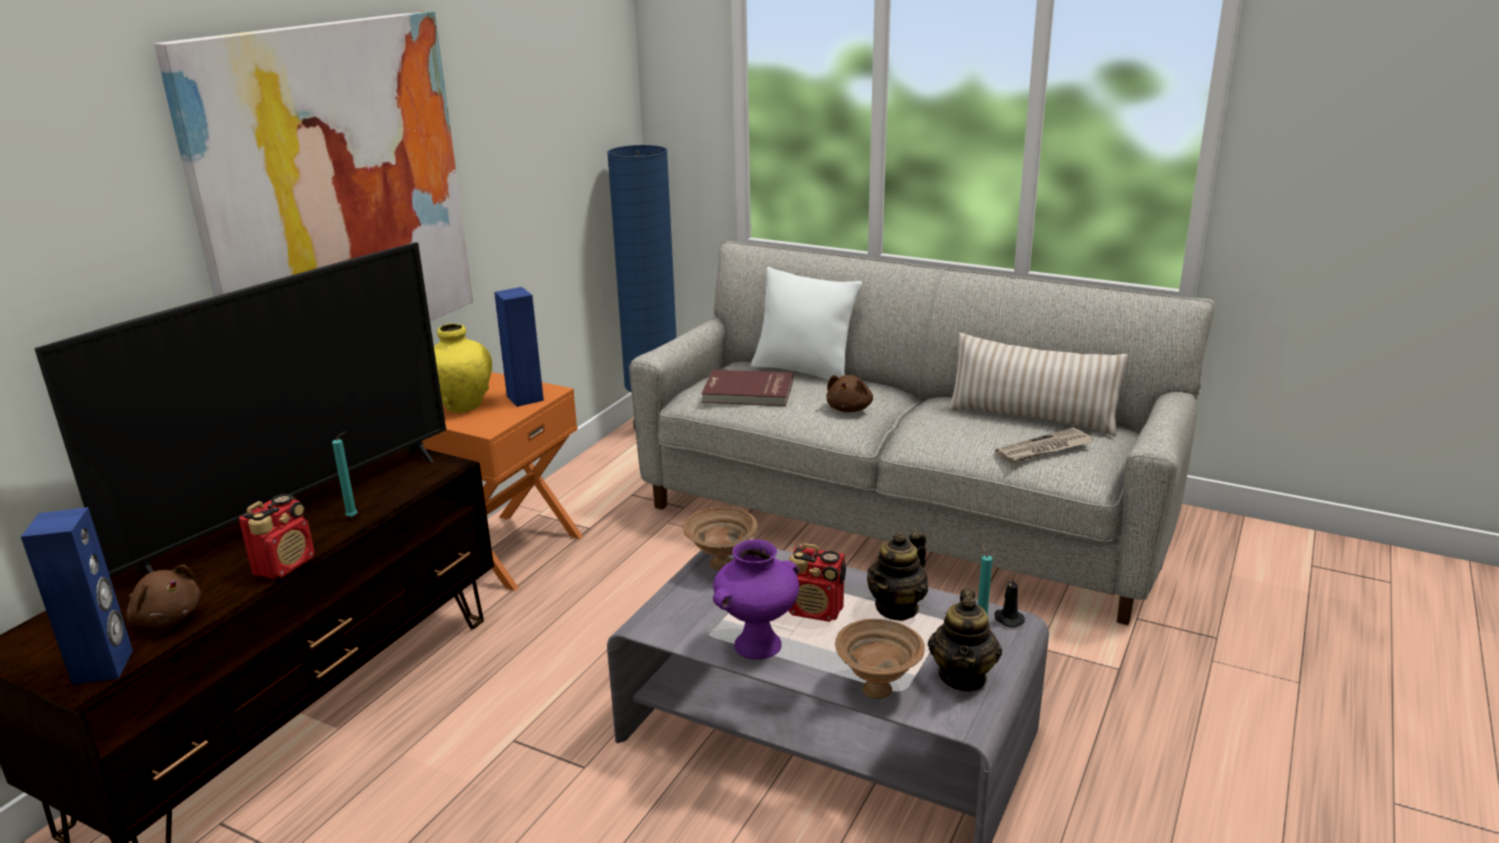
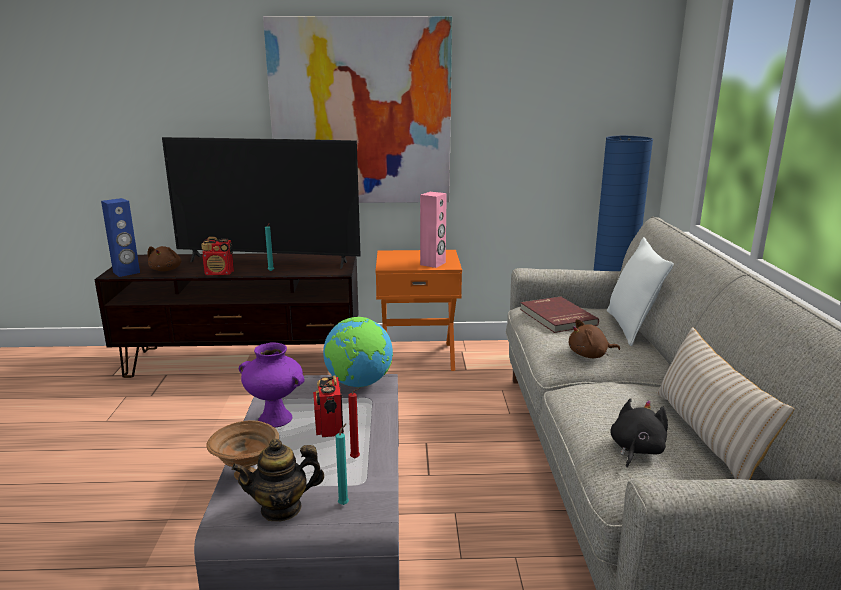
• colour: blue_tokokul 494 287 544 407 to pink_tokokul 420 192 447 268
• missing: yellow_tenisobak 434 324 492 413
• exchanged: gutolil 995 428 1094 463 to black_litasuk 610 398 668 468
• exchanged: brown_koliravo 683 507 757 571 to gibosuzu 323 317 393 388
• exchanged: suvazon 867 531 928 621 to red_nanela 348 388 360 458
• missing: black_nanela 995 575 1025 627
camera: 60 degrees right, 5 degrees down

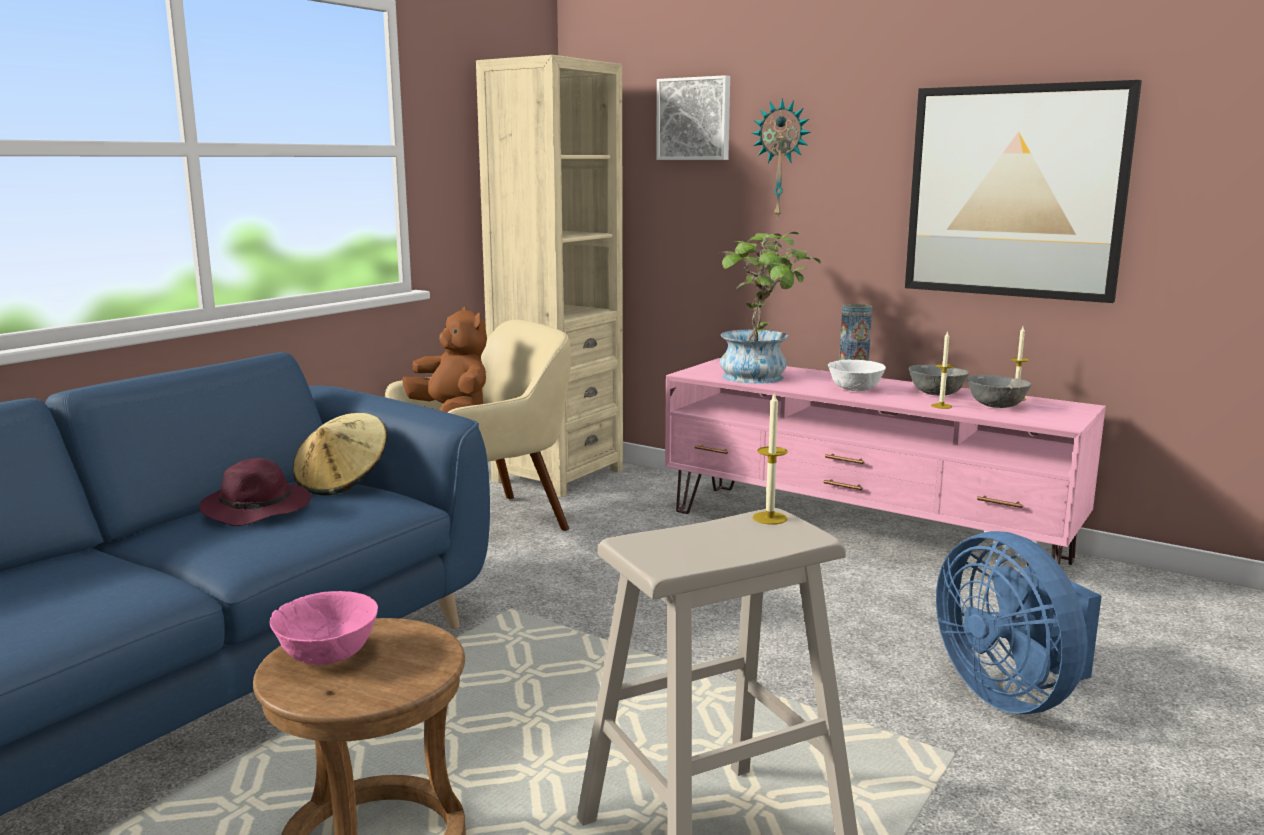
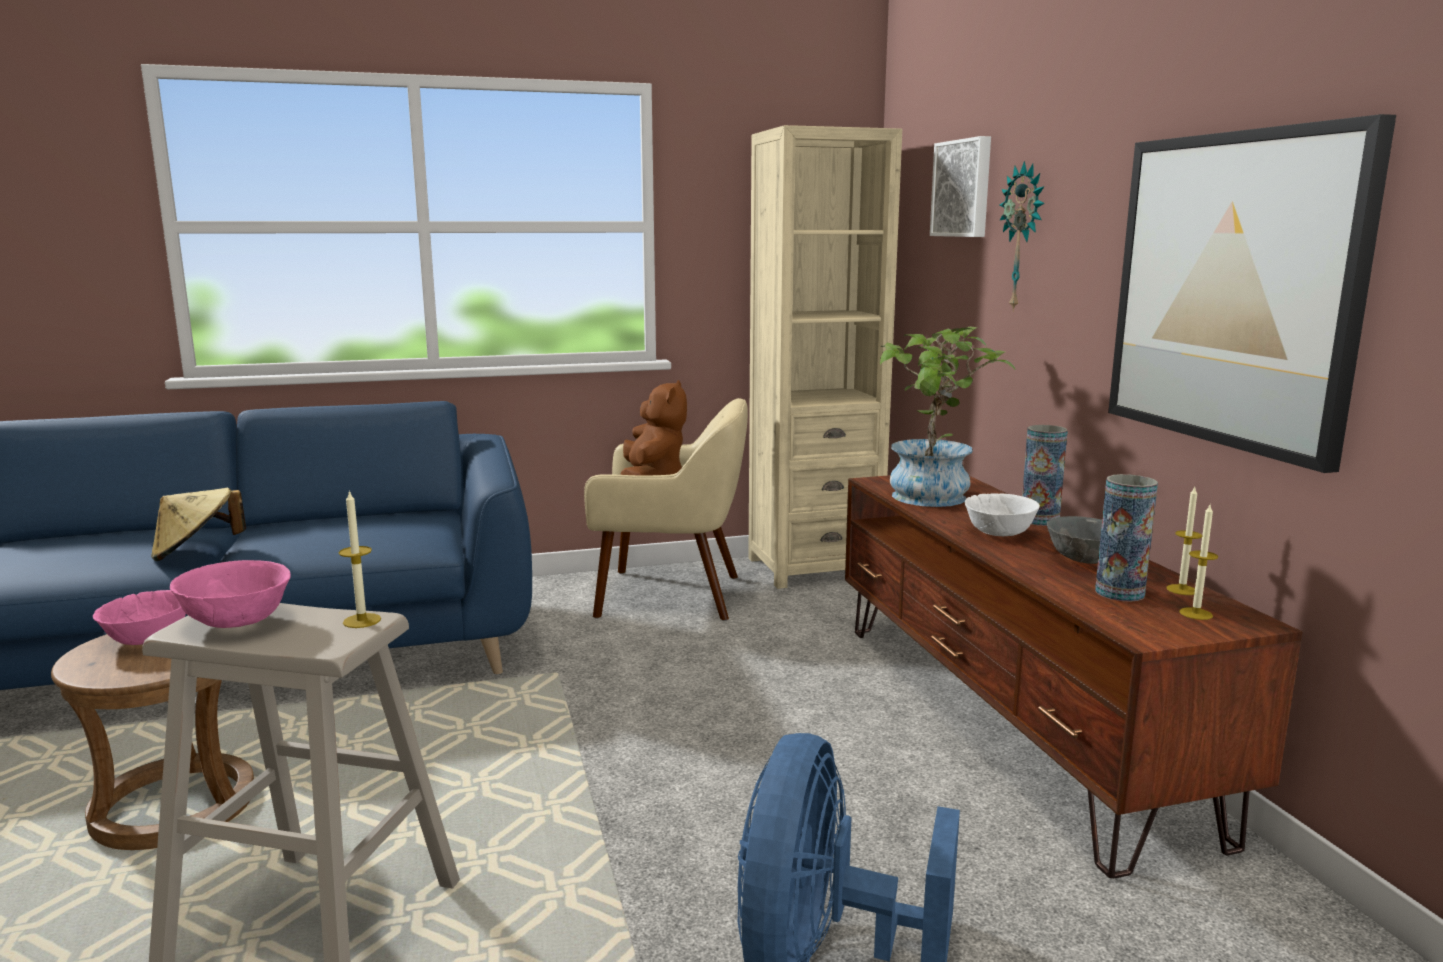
• relocated: nanela 931 331 954 409 to 1179 503 1218 620
• colour: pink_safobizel 665 358 1106 566 to brown_safobizel 845 475 1302 878
• exchanged: grey_koliravo 967 375 1032 408 to tenisobak 1095 474 1158 602
• relocated: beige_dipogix 293 413 387 495 to 151 488 246 561
• missing: purple_dipogix 199 458 311 526
• appeared: pink_koliravo 170 560 291 628
camera: 40 degrees right, 0 degrees up

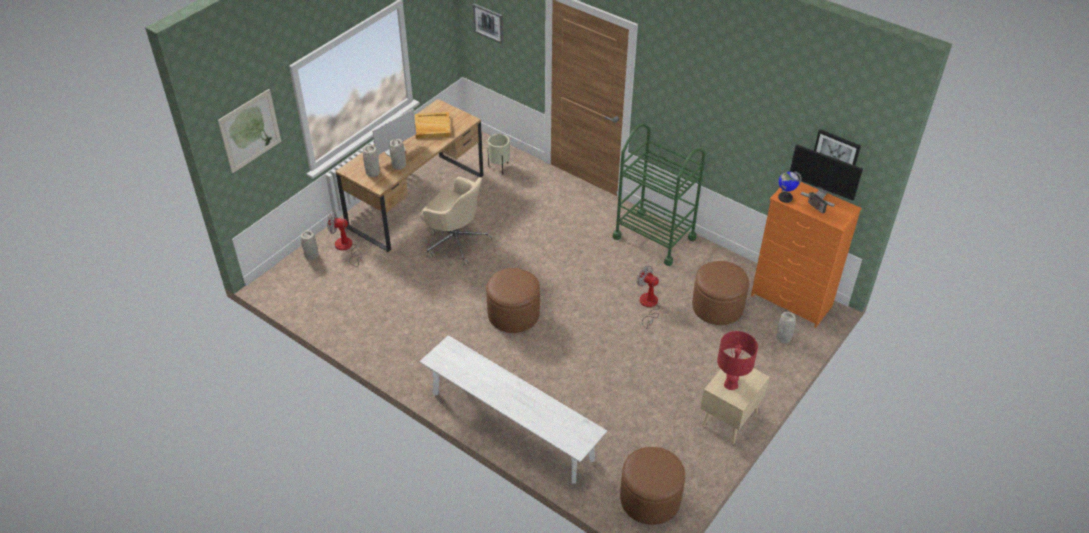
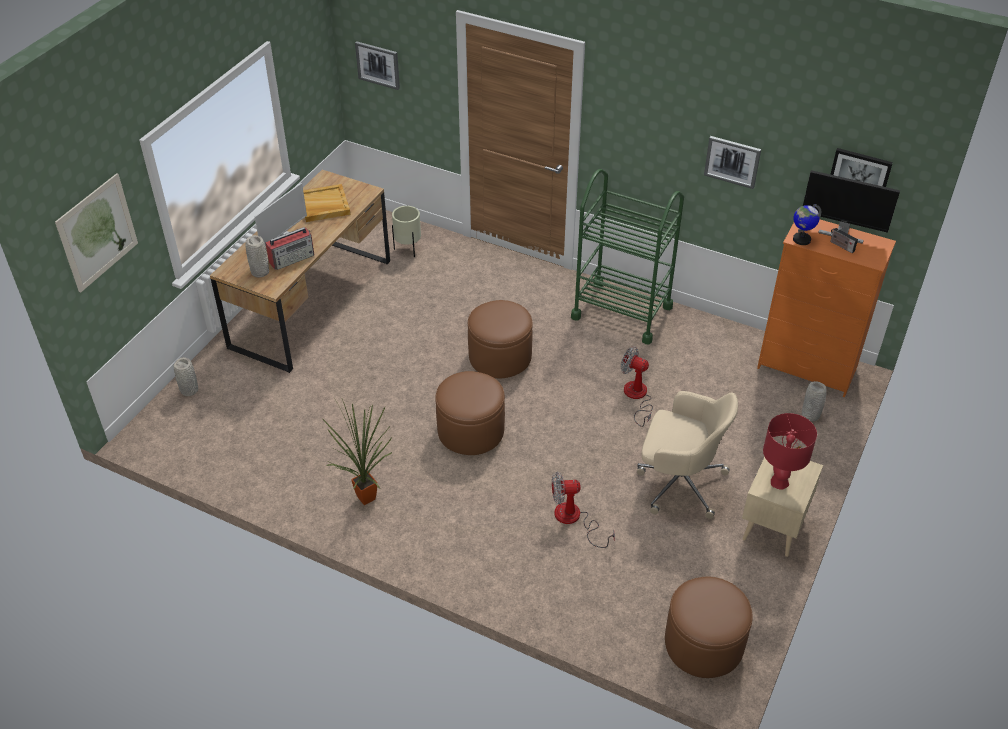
• exchanged: grey_tenisobak 389 139 406 170 to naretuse 265 227 314 270
• relocated: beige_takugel 420 177 493 266 to 637 391 738 519
• relocated: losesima 327 212 362 267 to 552 472 615 548
• relocated: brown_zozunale 692 261 749 325 to 468 300 533 378
• missing: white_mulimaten 420 335 607 484
• appeared: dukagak 704 136 761 189
• appeared: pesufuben 322 398 393 505
camera: 10 degrees left, 0 degrees up

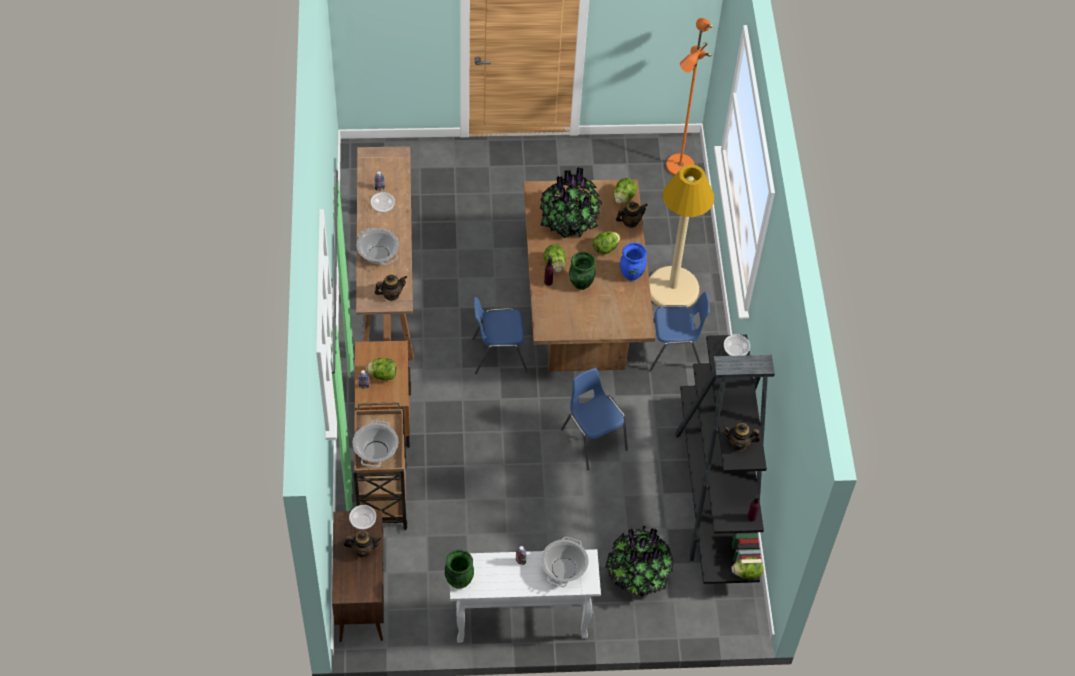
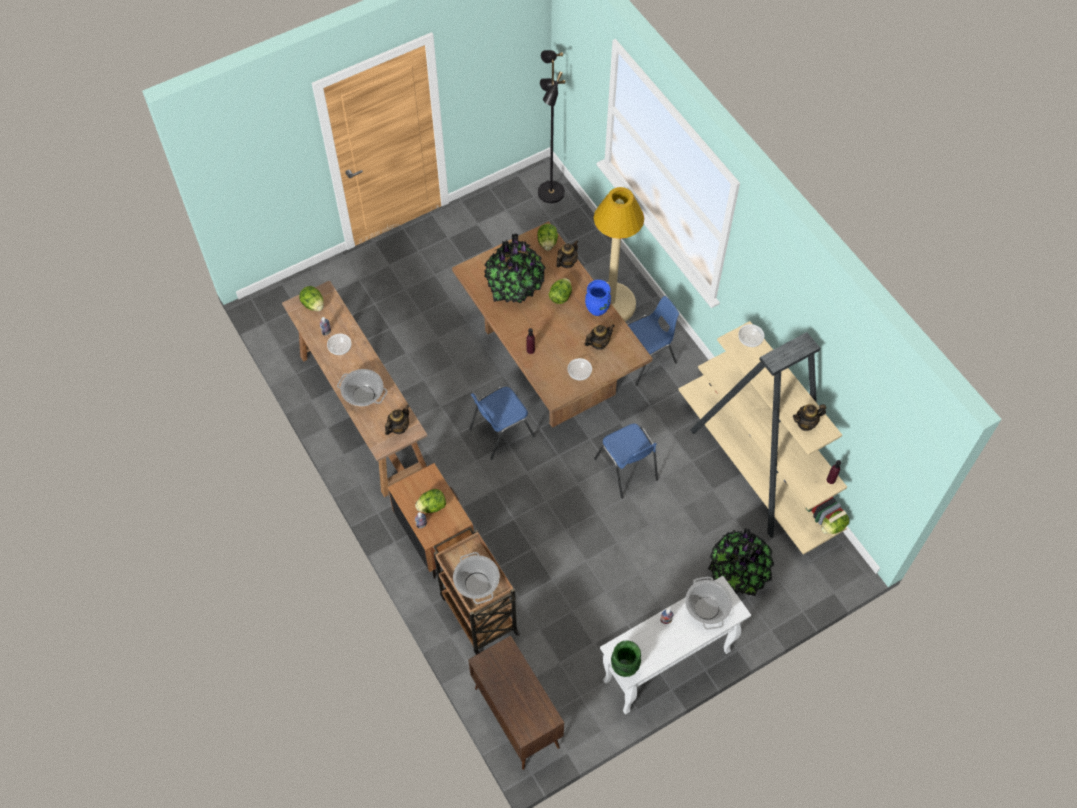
• colour: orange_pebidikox 666 18 713 176 to black_pebidikox 538 50 566 203
• relocated: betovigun 544 244 566 272 to 299 286 324 311
• missing: green_tenisobak 569 252 596 290
• colour: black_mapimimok 676 335 775 584 to beige_mapimimok 678 321 847 555
• spun: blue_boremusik 561 368 628 470 = 594 423 658 499 150 degrees counterclockwise
• relocated: koliravo 349 505 376 530 to 568 358 592 380
• relocated: suvazon 343 531 381 558 to 584 324 615 350
camera: 25 degrees left, 5 degrees up

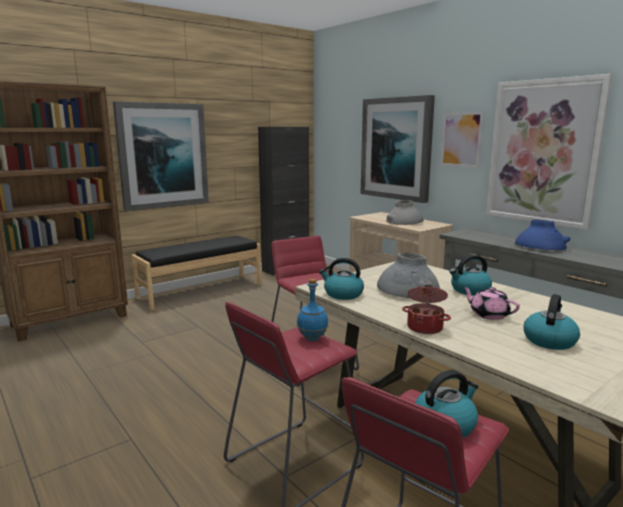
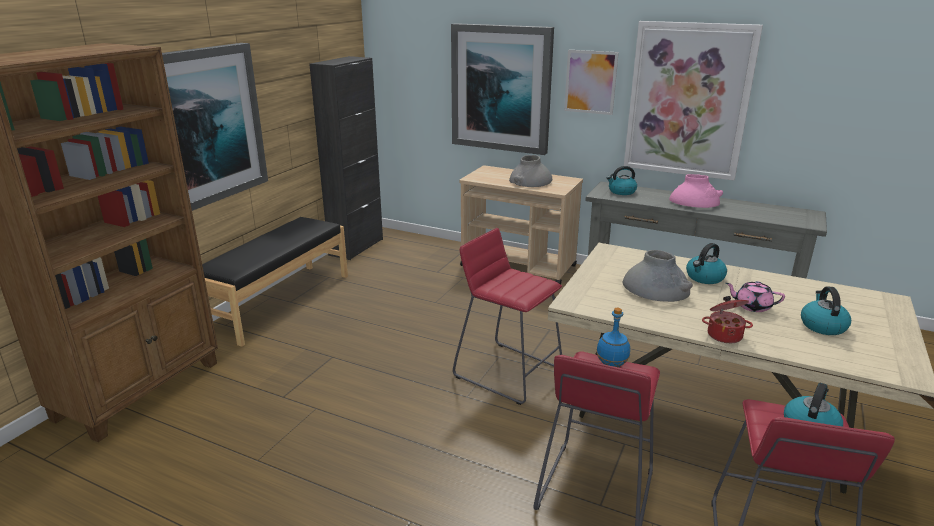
• colour: blue_tenisobak 515 220 570 250 to pink_tenisobak 669 174 723 208
• relocated: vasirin 319 258 364 300 to 606 166 637 195
camera: 25 degrees left, 10 degrees up

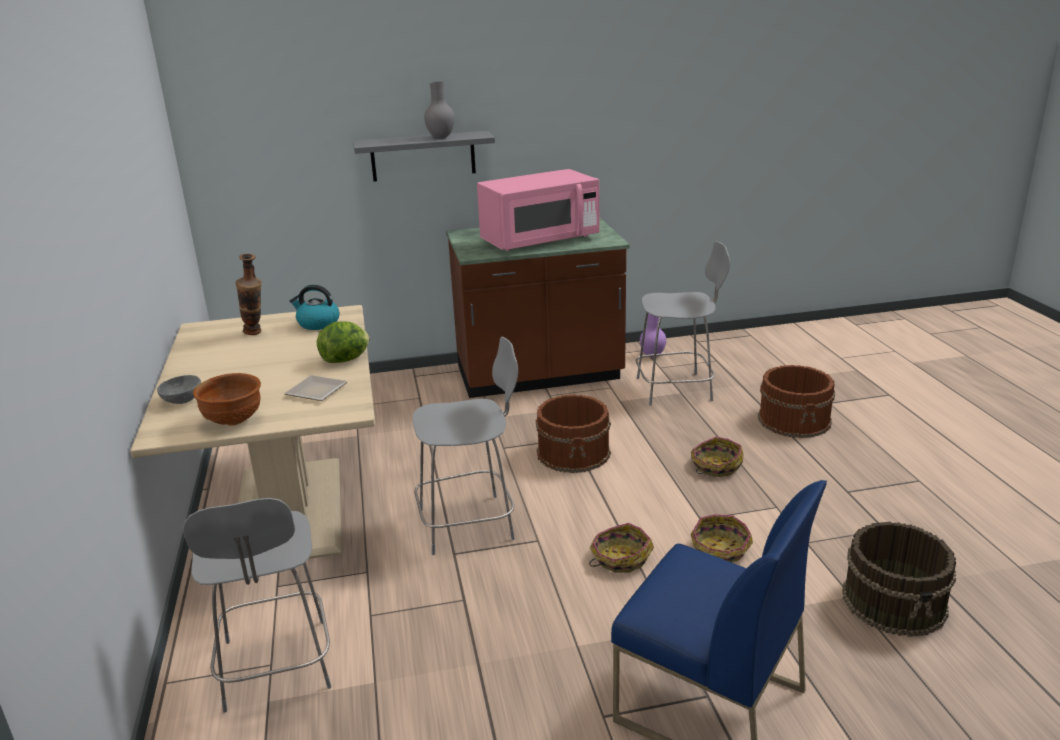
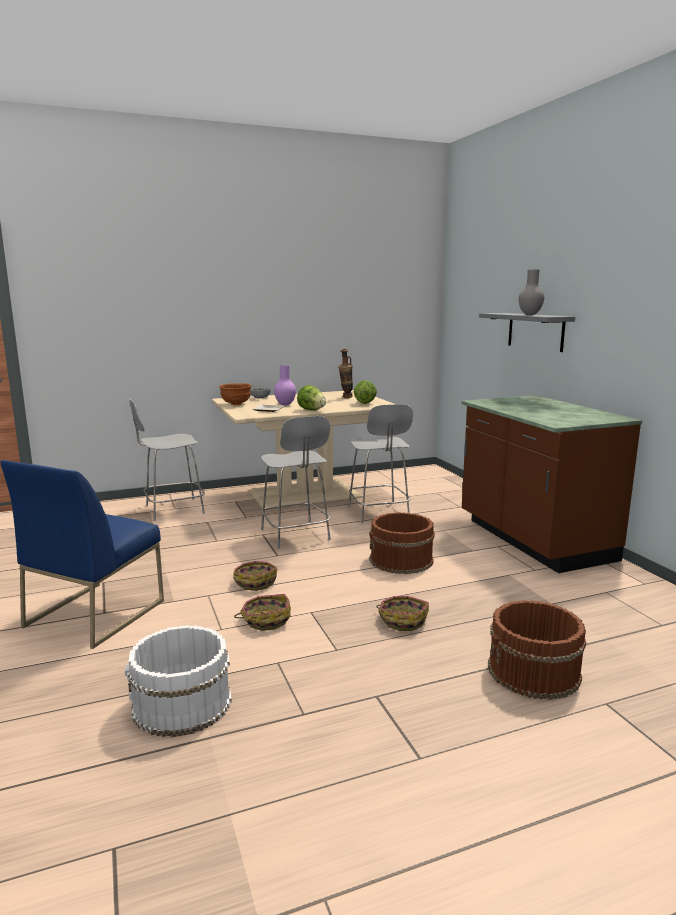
• missing: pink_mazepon 477 169 599 251
• relocated: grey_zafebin 636 241 730 406 to 348 404 413 523
• exchanged: vasirin 290 285 339 330 to betovigun 354 380 377 404
• relocated: purple_tenisobak 640 313 666 357 to 274 365 296 406
• colour: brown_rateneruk 842 522 956 637 to white_rateneruk 125 625 232 737
camera: 80 degrees right, 10 degrees down

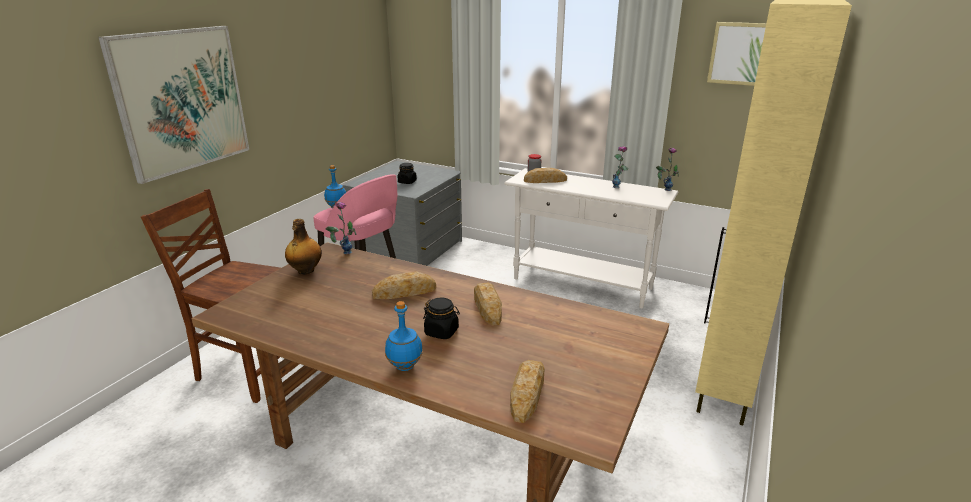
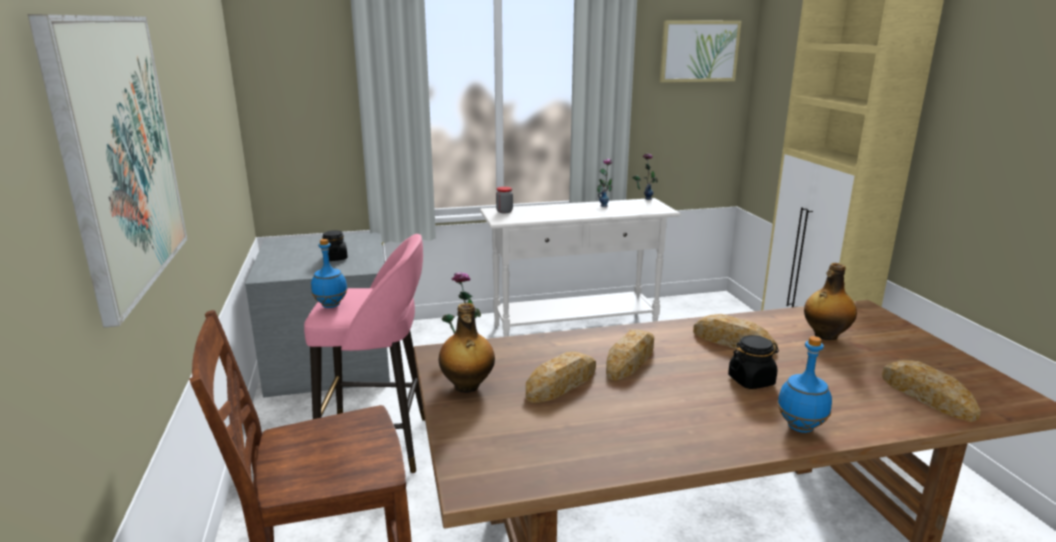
• relocated: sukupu 524 168 567 183 to 526 351 596 403
• appeared: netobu 804 263 857 340
camera: 40 degrees left, 5 degrees down

